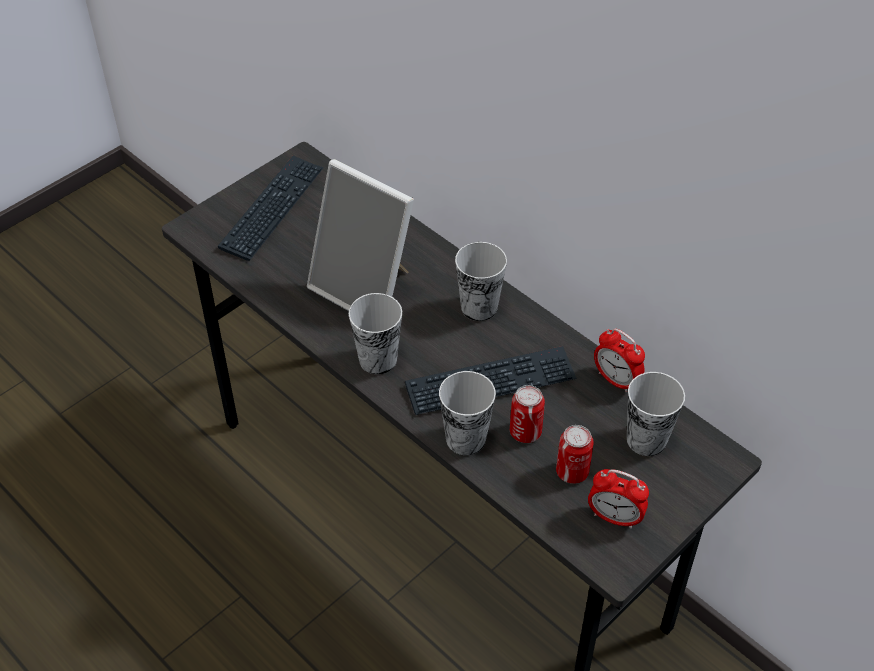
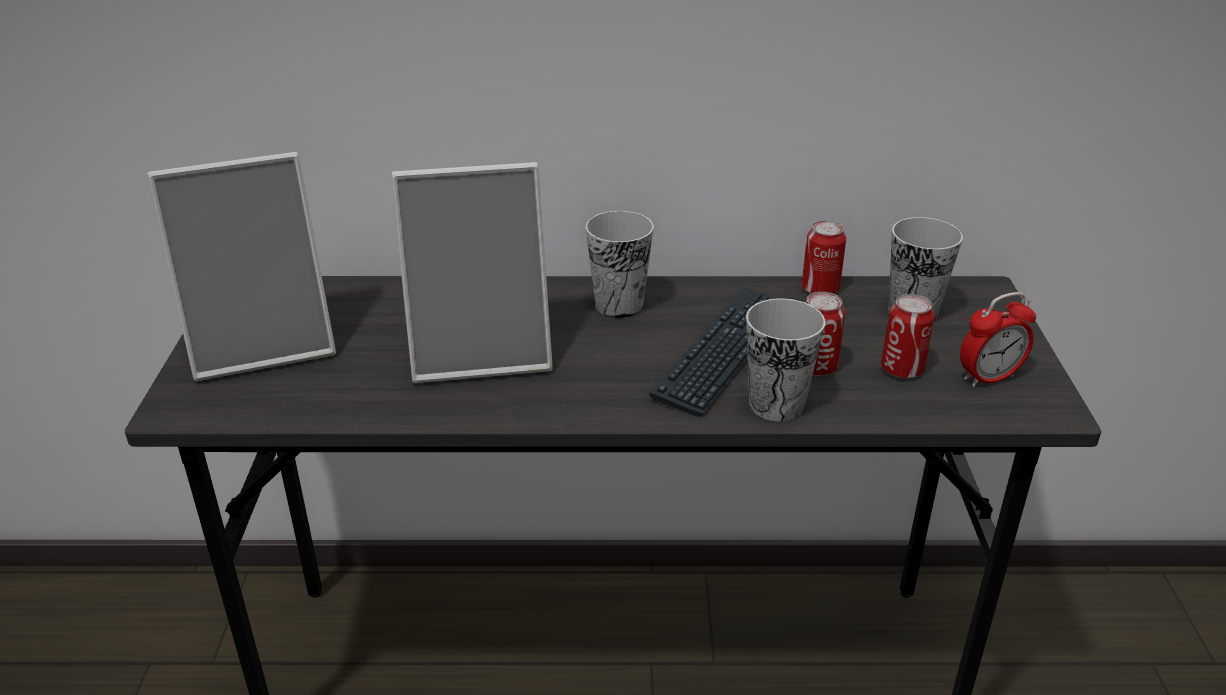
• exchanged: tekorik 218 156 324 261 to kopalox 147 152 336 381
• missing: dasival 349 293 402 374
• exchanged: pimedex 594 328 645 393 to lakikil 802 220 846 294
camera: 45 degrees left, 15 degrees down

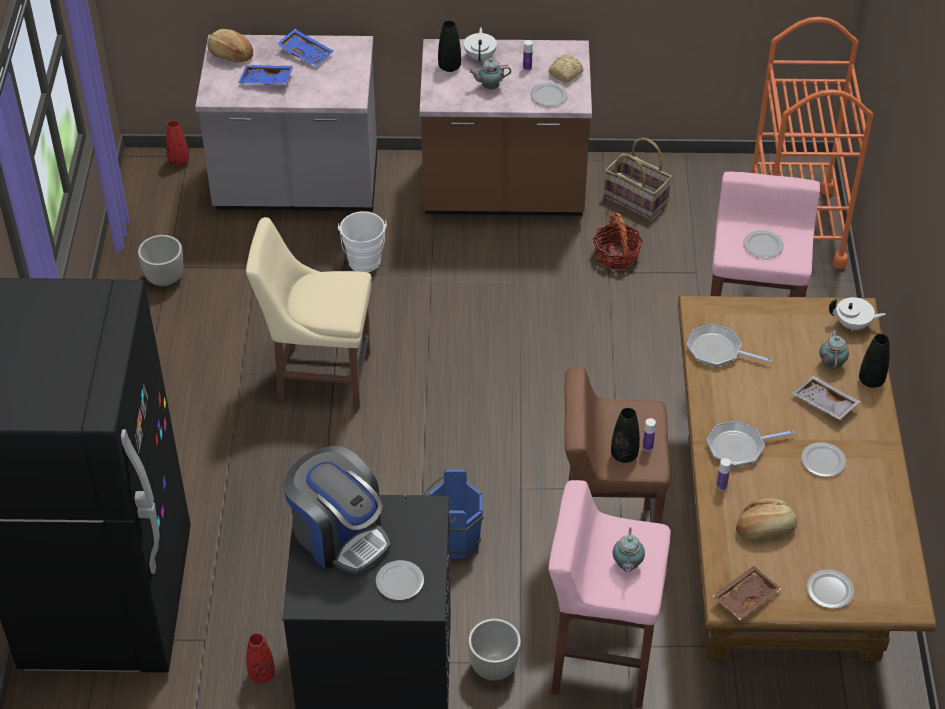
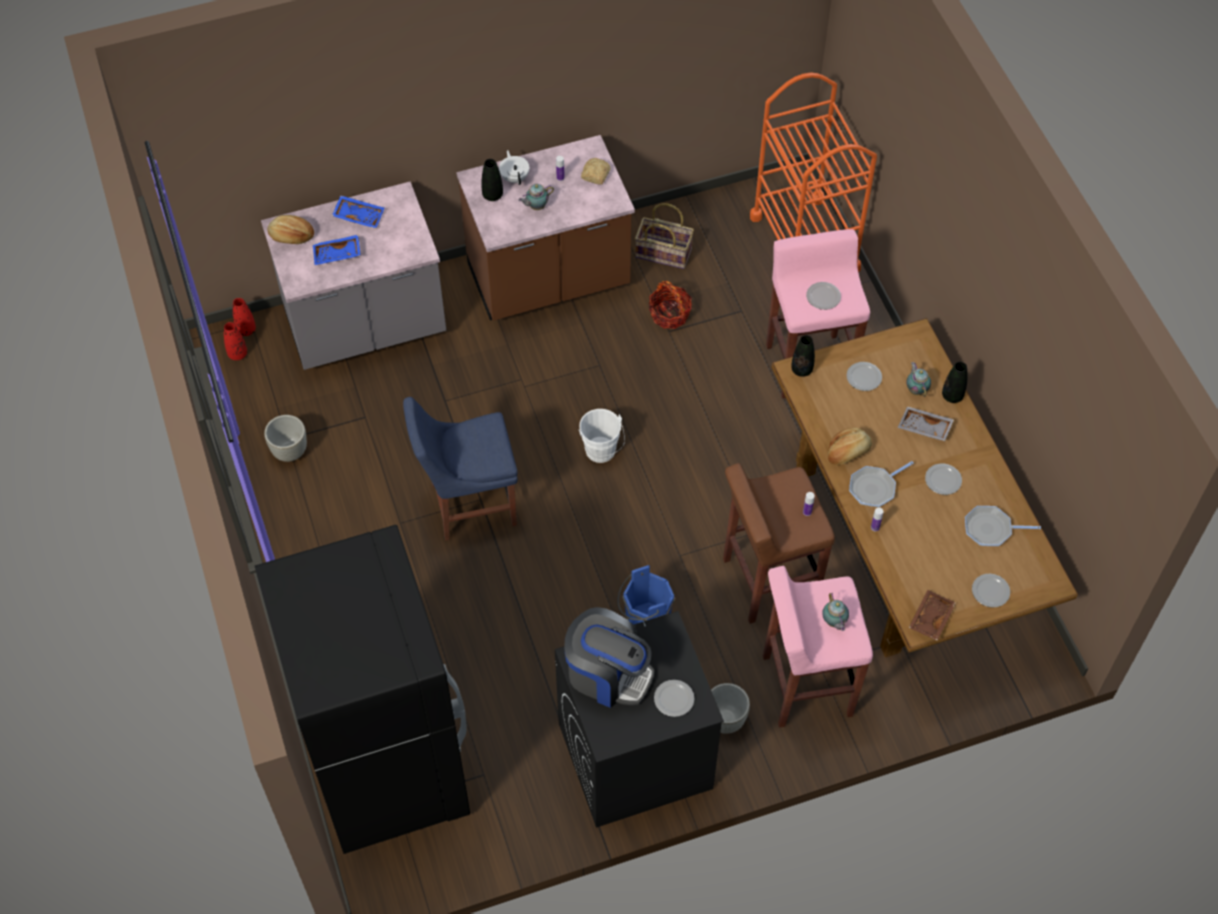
• relocated: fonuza 530 82 568 107 to 846 362 882 391
• relocated: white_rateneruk 338 211 387 272 to 579 409 625 463
• colour: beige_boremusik 246 217 371 409 to blue_boremusik 403 397 518 541
• missing: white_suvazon 829 297 886 332
• relocated: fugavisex 687 324 772 366 to 965 506 1041 546
• relocated: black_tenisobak 611 408 640 463 to 791 335 815 377
• relocated: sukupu 736 498 797 539 to 828 428 872 465
• relocated: red_tenisobak 246 633 275 684 to 224 322 247 360
camera: 20 degrees left, 10 degrees up

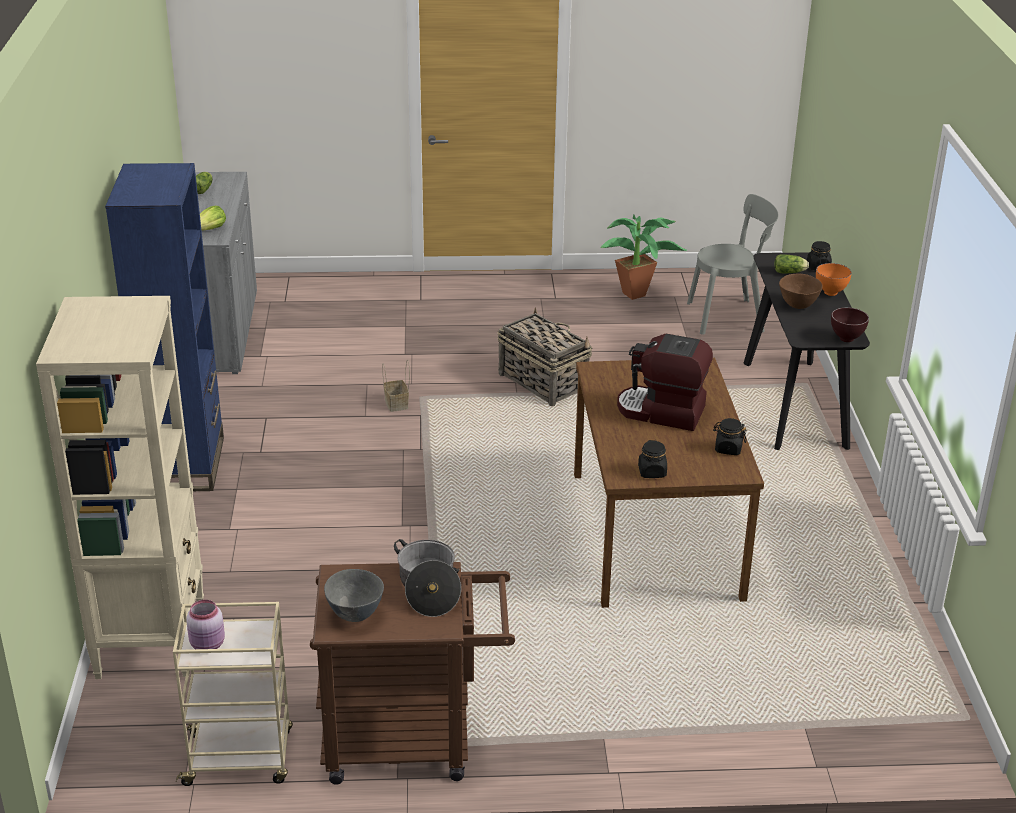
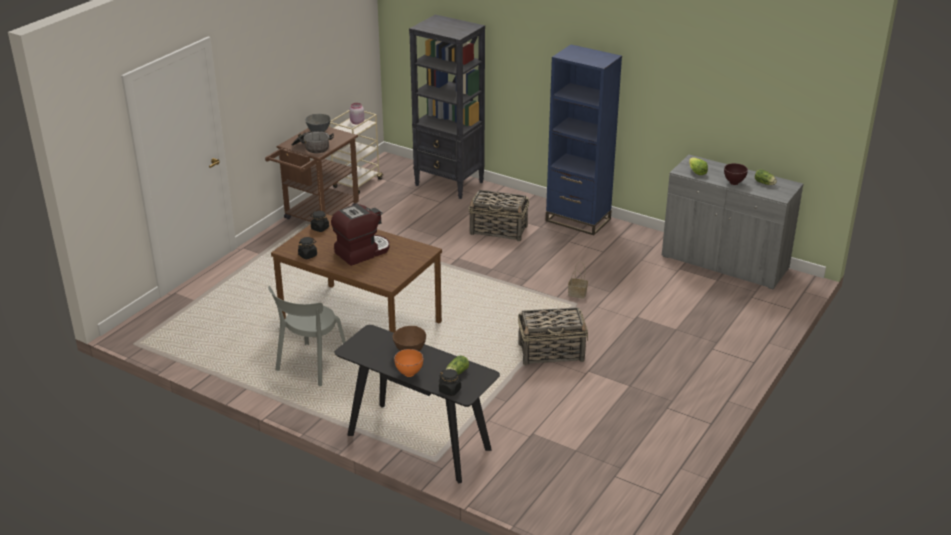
• relocated: grey_boremusik 687 194 779 335 to 268 286 346 386
• missing: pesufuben 600 215 687 300
• colour: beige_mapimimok 36 296 204 679 to black_mapimimok 409 15 485 199
• relocated: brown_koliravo 831 307 869 342 to 724 163 748 185
• appeared: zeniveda 468 190 529 241
camera: 125 degrees right, 0 degrees up

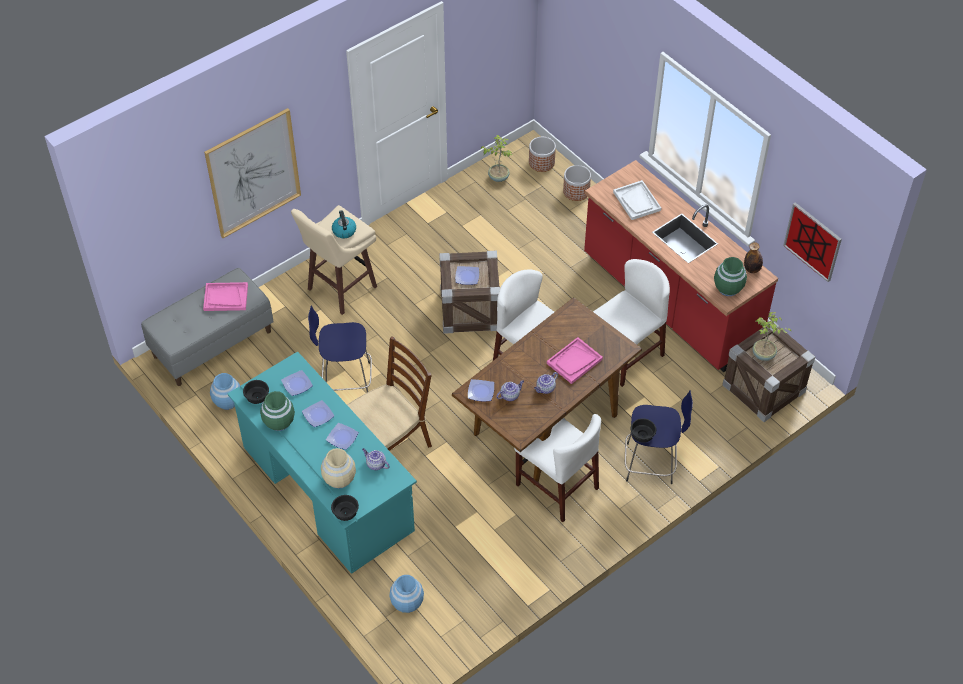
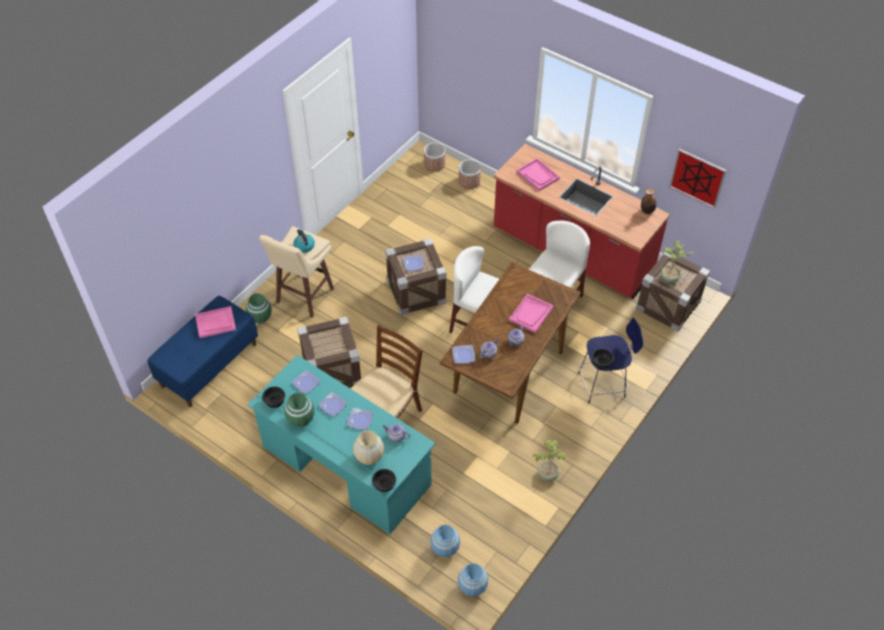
• missing: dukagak 204 108 301 238
• relocated: pesufuben 480 135 512 182 to 533 439 566 481
• colour: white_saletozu 613 180 661 220 to pink_saletozu 517 158 560 191
• relocated: green_tenisobak 714 257 747 296 to 246 293 272 324
• colour: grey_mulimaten 141 268 273 386 to blue_mulimaten 148 295 258 407
• exchanged: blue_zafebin 308 305 372 392 to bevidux 297 316 361 388
• relocated: blue_tenisobak 210 373 240 410 to 458 563 488 597
• missing: white_boremusik 514 414 601 522
camera: 15 degrees left, 0 degrees up

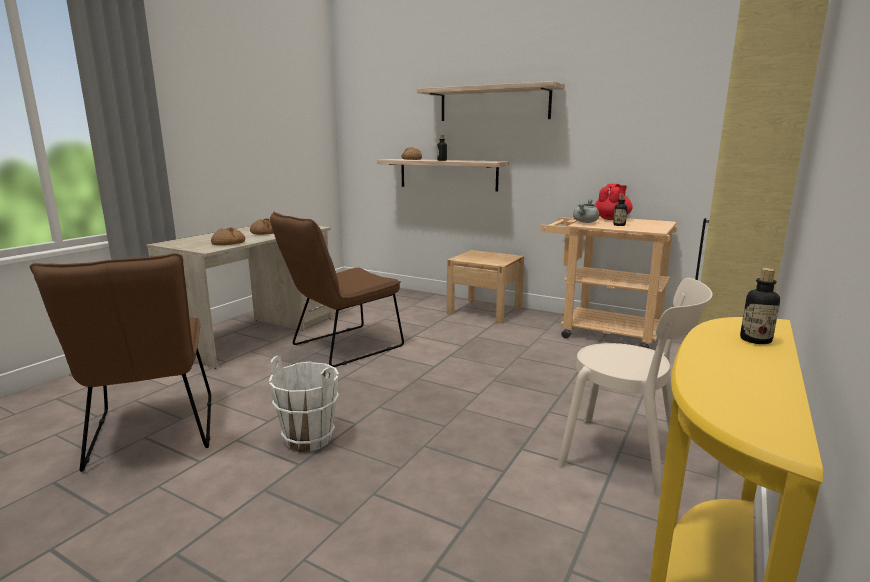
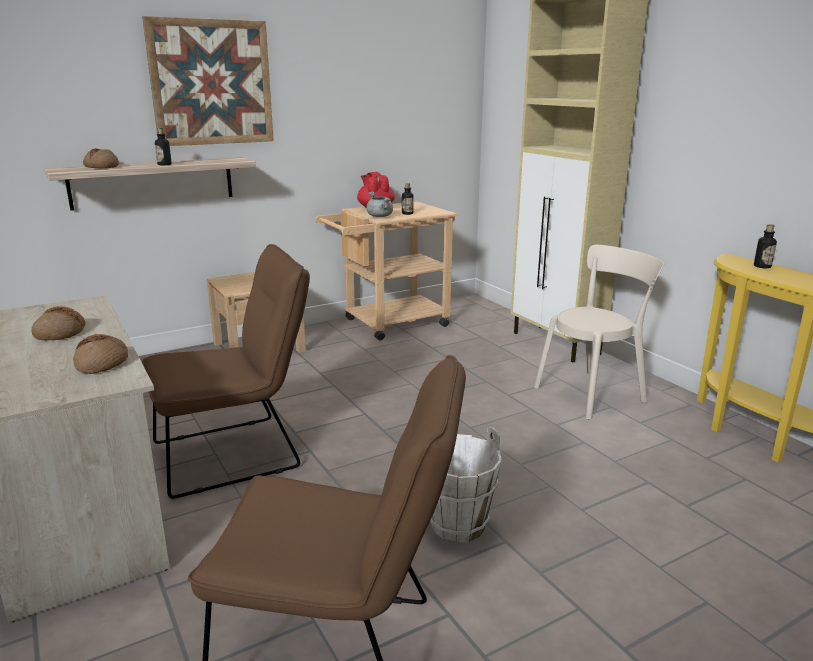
• exchanged: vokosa 417 81 565 121 to dukagak 142 16 274 146
• spun: brown_boremusik 270 211 404 367 = 142 244 310 499 105 degrees counterclockwise
camera: 60 degrees left, 5 degrees up

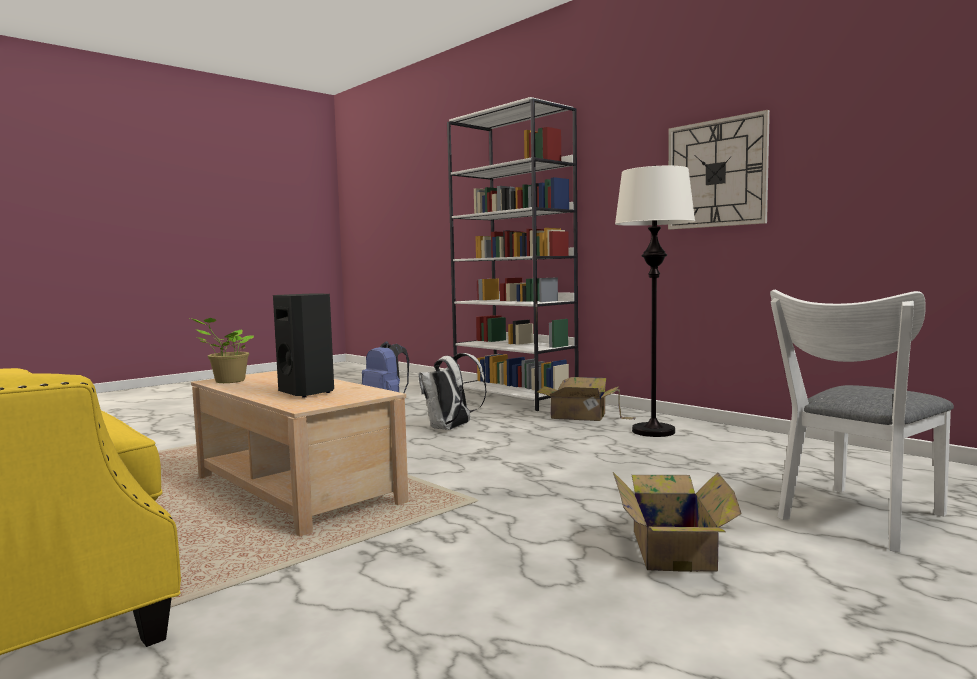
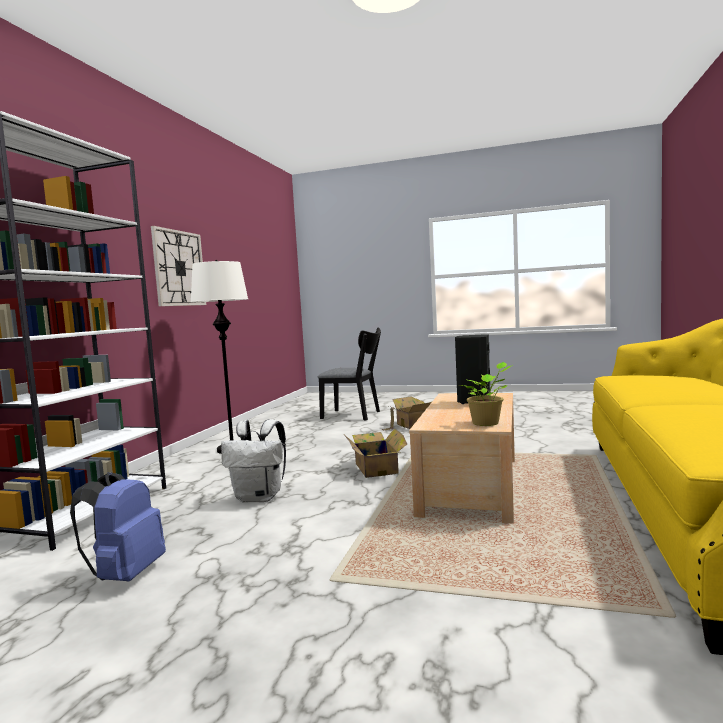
• colour: white_boremusik 770 290 954 552 to black_boremusik 318 328 381 421
• relocated: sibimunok 537 377 636 421 to 344 429 407 478
camera: 120 degrees left, 0 degrees up

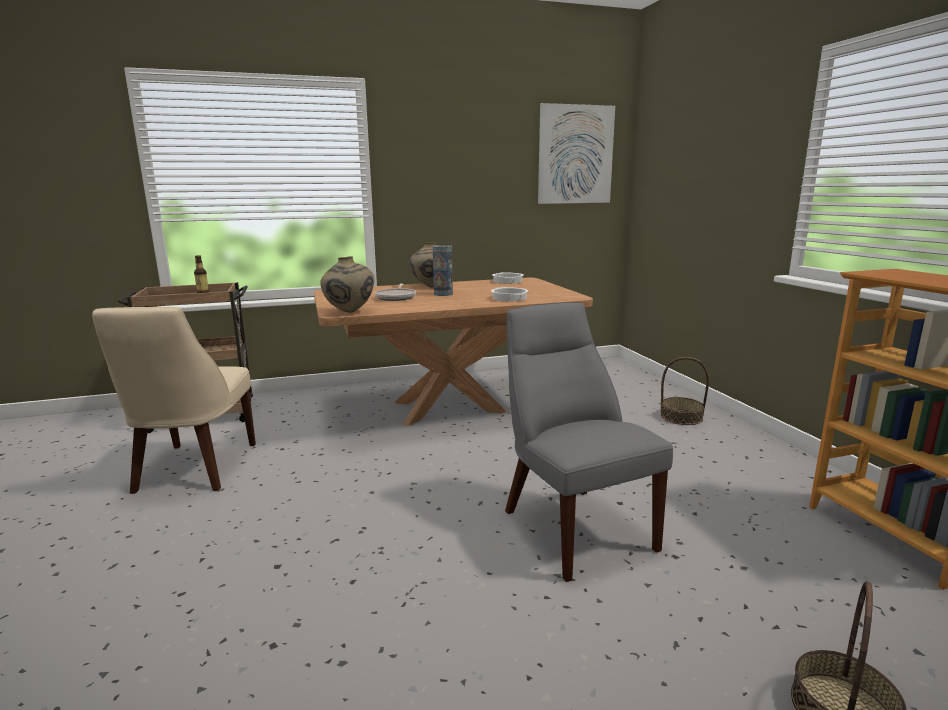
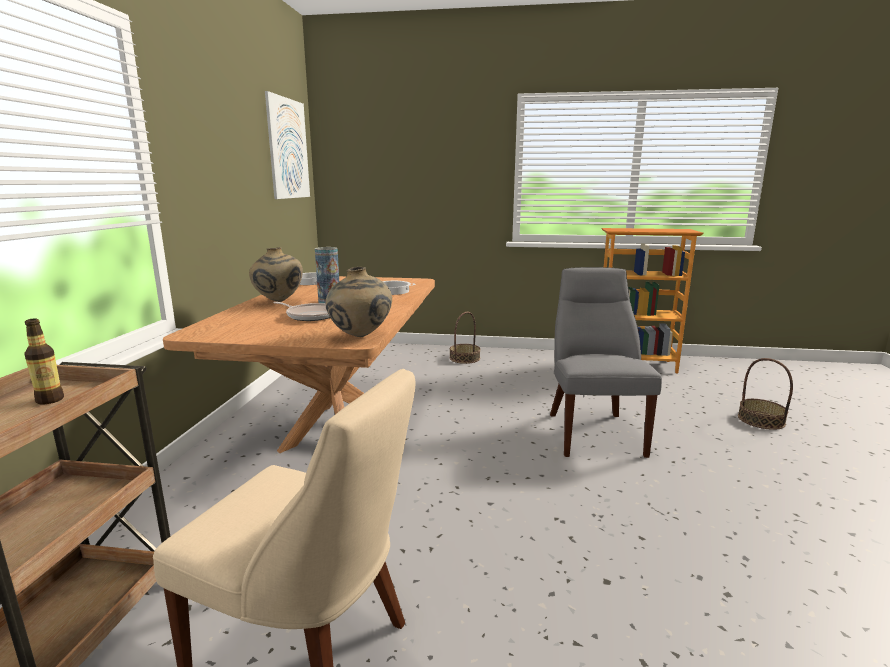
• spun: grey_boremusik 505 302 673 582 = 550 267 662 458 90 degrees clockwise
camera: 65 degrees left, 0 degrees up

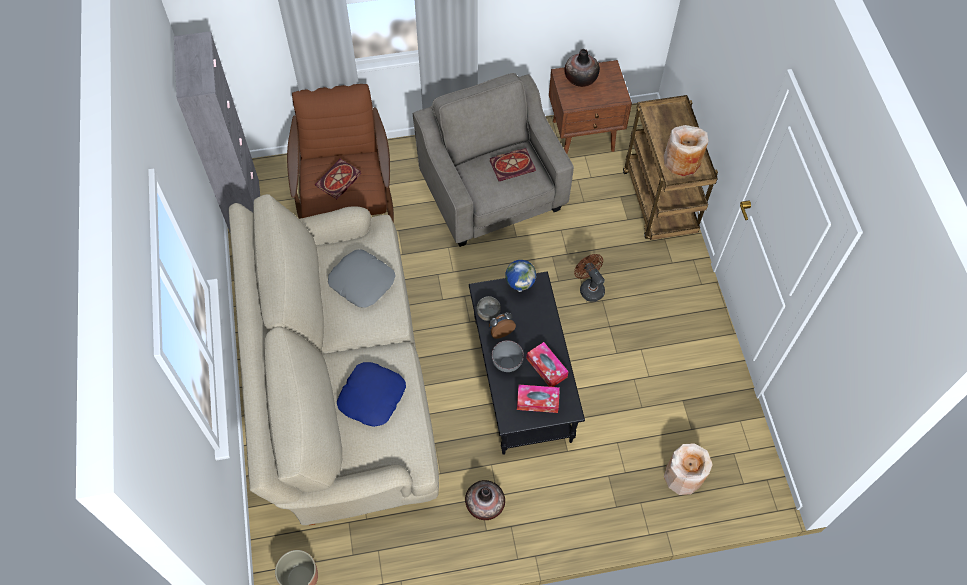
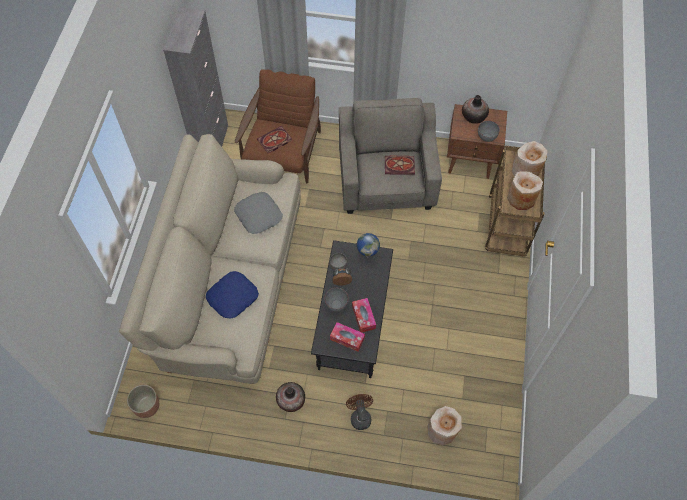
• relocated: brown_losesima 574 254 605 302 to 346 394 373 430
• appeared: grey_koliravo 478 121 500 142
• appeared: beige_tenisobak 512 141 548 176
camera: 20 degrees right, 0 degrees up

